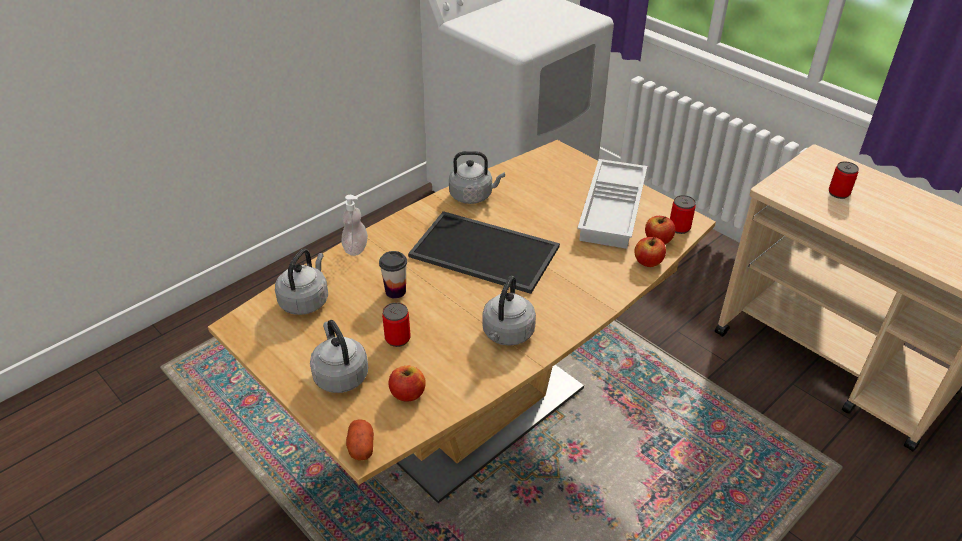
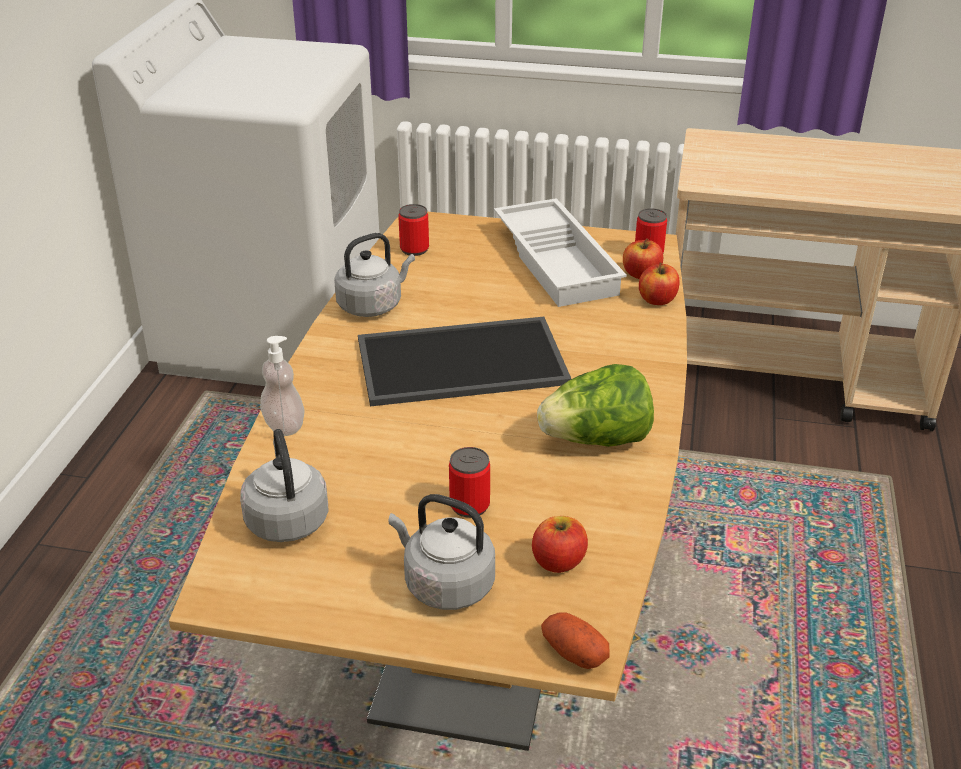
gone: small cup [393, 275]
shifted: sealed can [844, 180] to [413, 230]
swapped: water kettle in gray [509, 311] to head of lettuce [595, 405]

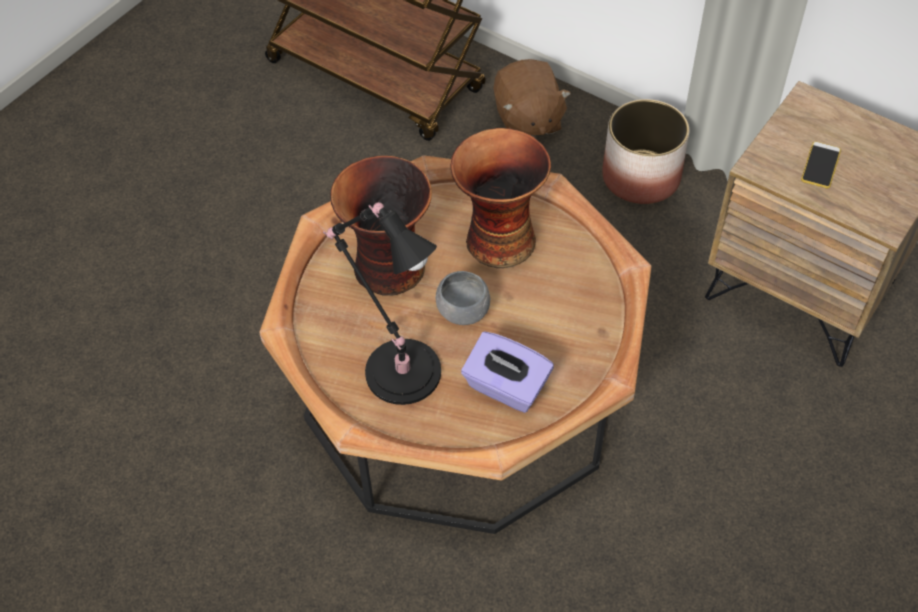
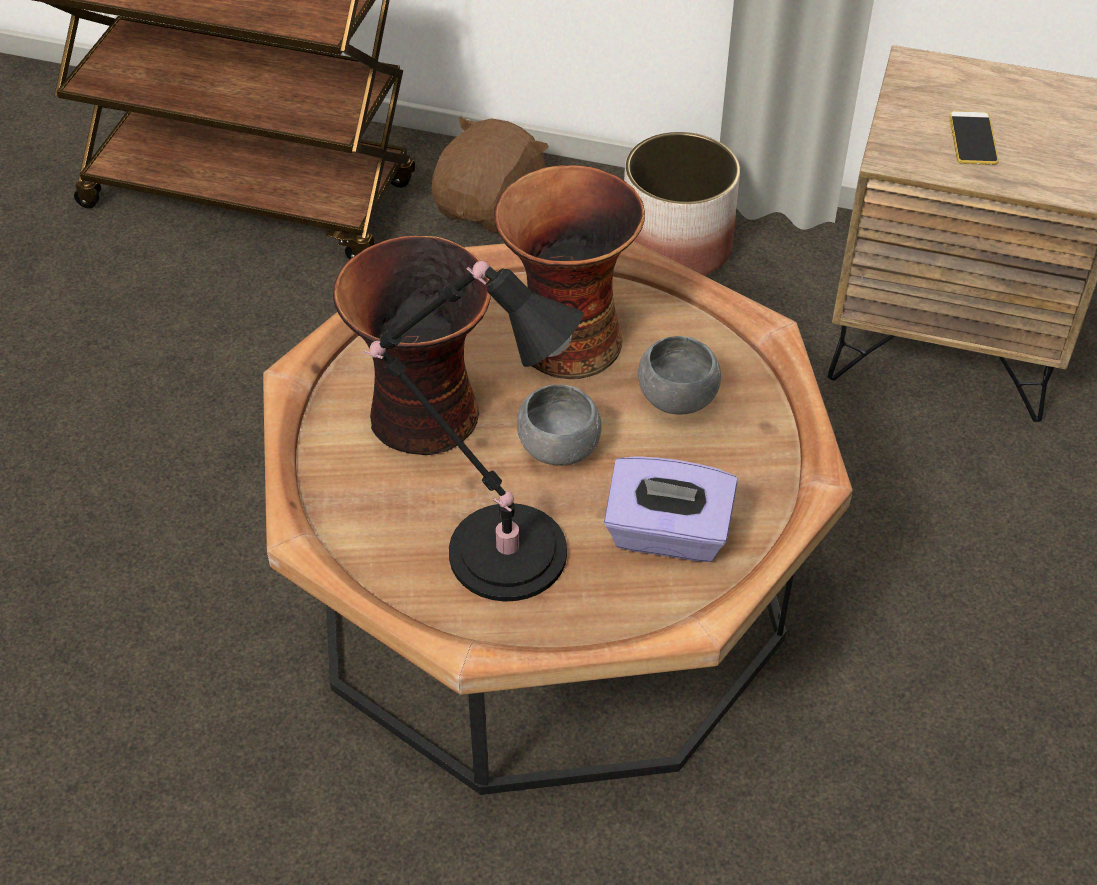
new: serving bowl in gray [679, 375]
rotated: cuddly toy in brownish [532, 97] = [490, 174] 120 degrees counterclockwise

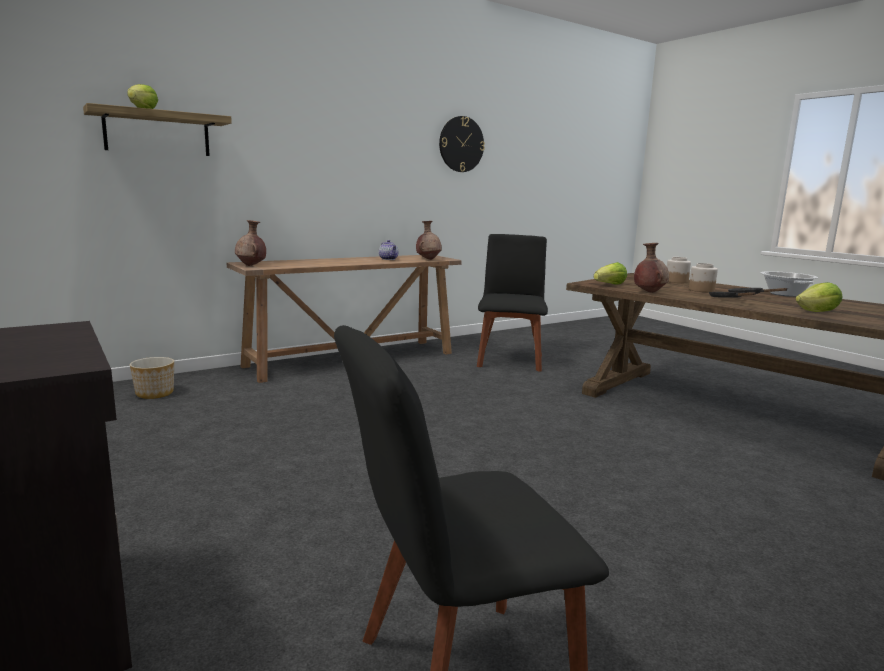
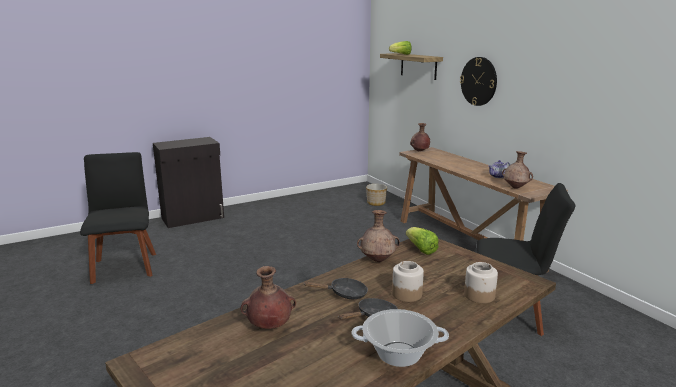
shifted: clock on the wall [462, 144] to [478, 81]
swapped: head of lettuce [819, 297] to decorative vase in brownish [268, 297]

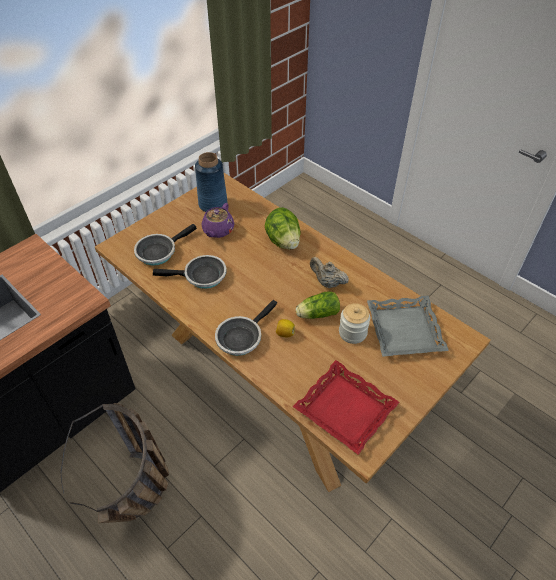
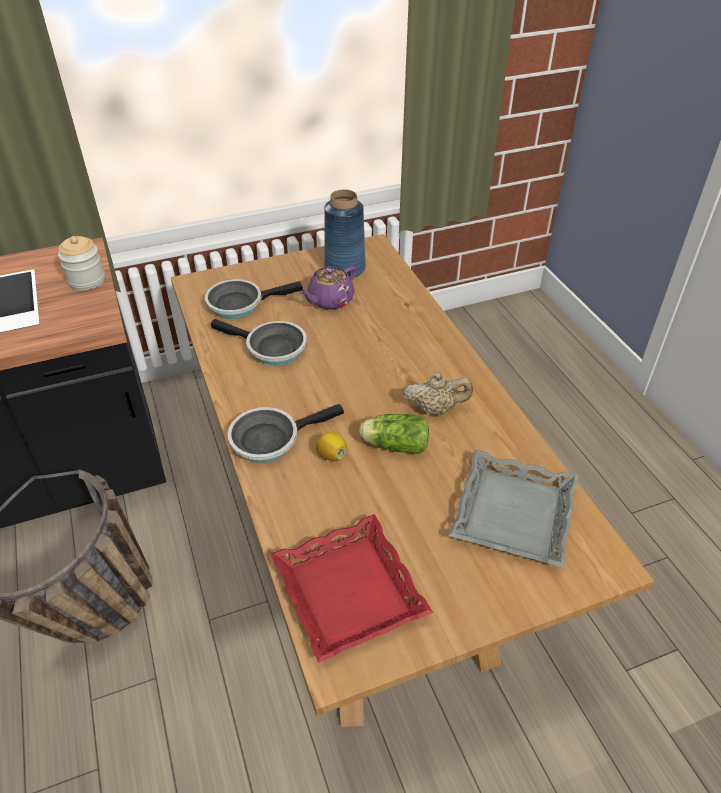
gone: head of lettuce [283, 228]
shifted: preserve jar [354, 323] to [81, 263]
rotated: tea pot in beige [329, 272] = [438, 393] 120 degrees clockwise

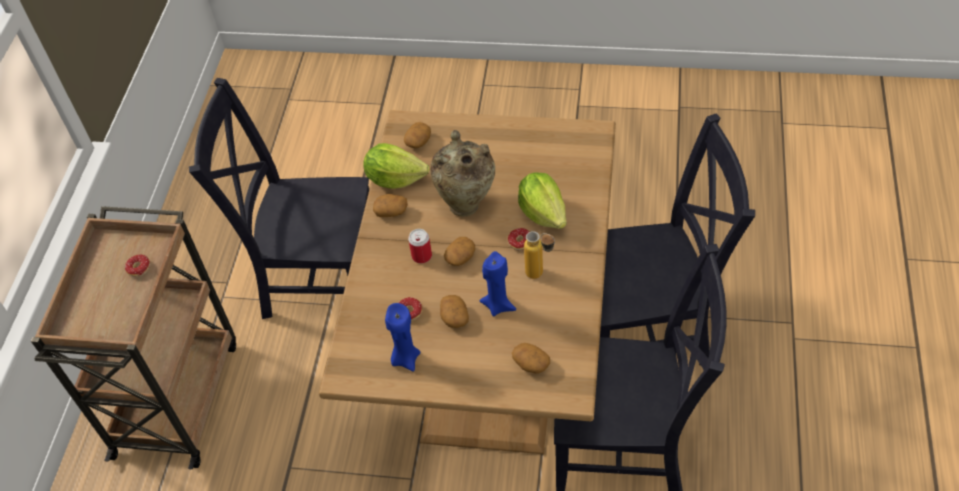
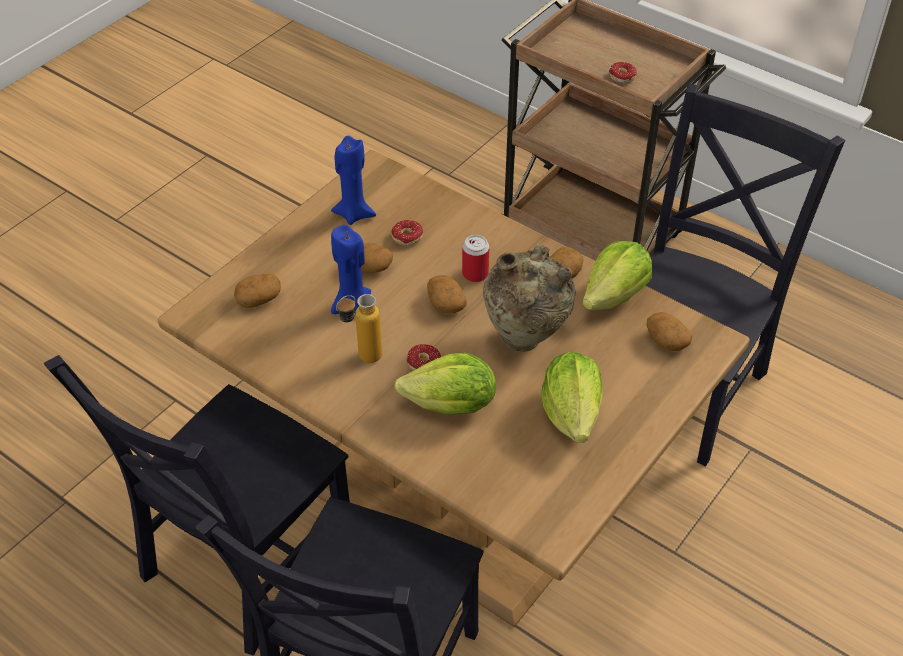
new: head of lettuce [572, 397]

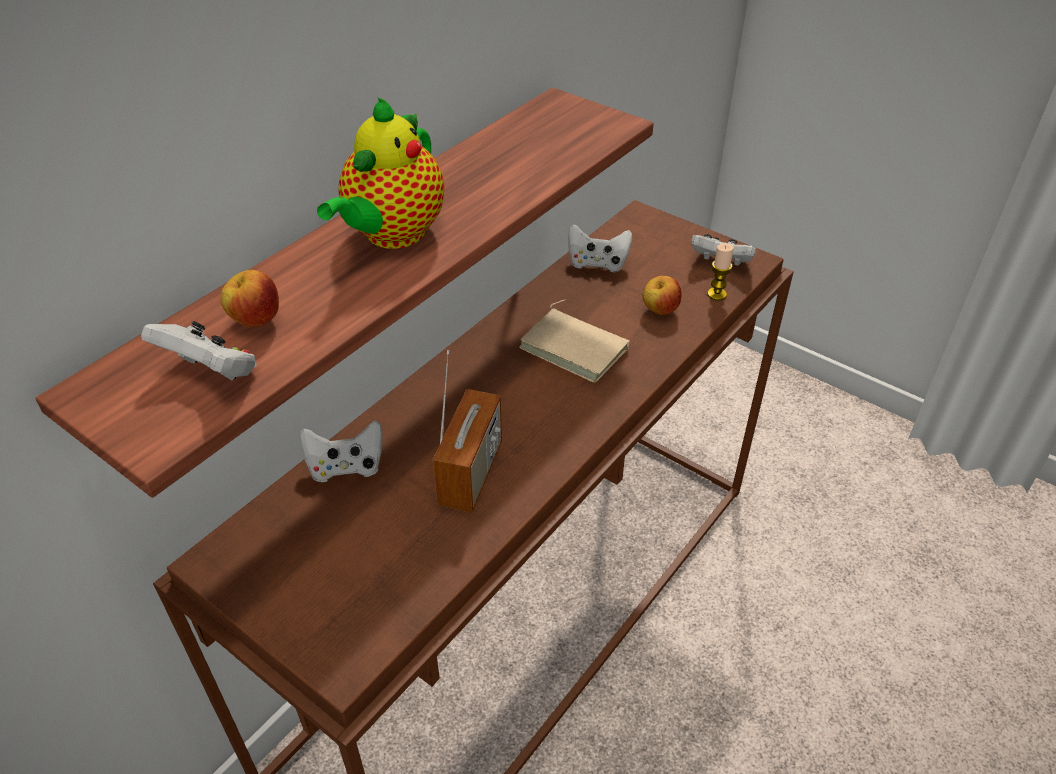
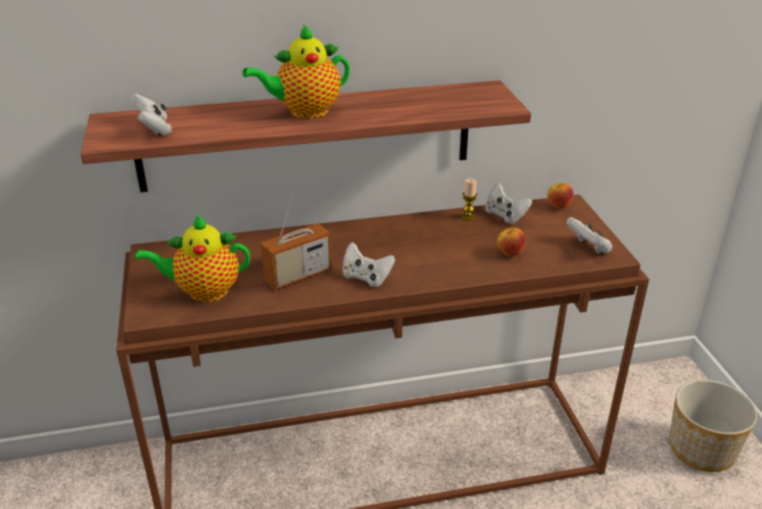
gone: book in beige [574, 341]
new: tea pot [192, 258]; plant pot [713, 425]
shifted: wax light [720, 272] to [469, 200]; apple fruit [250, 299] to [560, 195]; game controller in white-coloured [341, 451] to [369, 264]

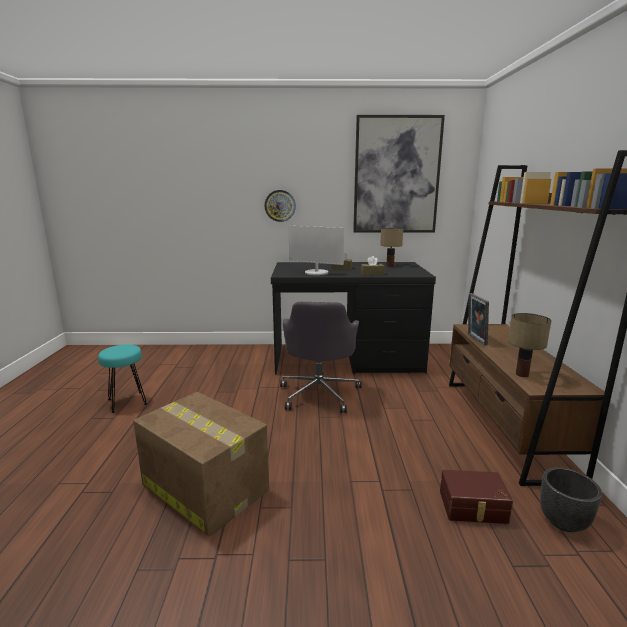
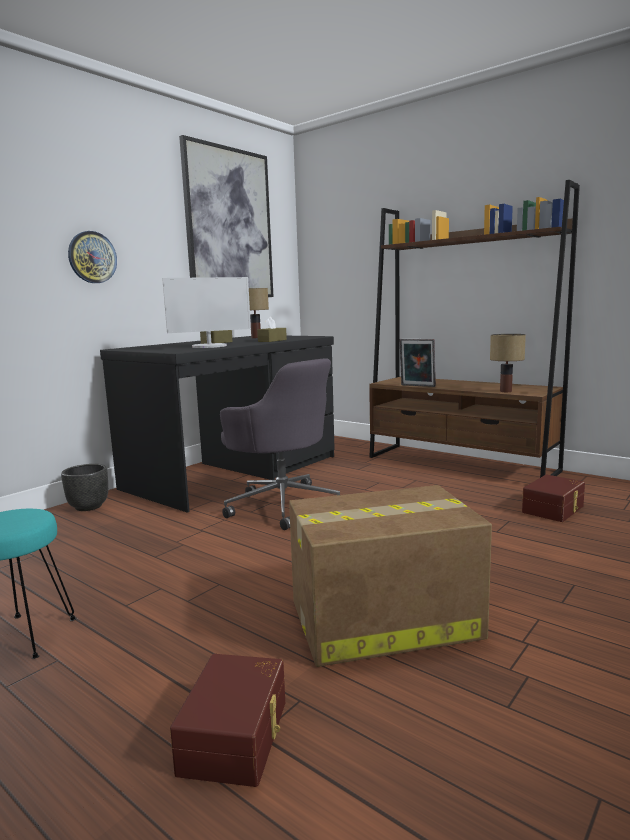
new: storage box in brownish [227, 720]
shifted: plant pot in black [571, 499] to [84, 487]

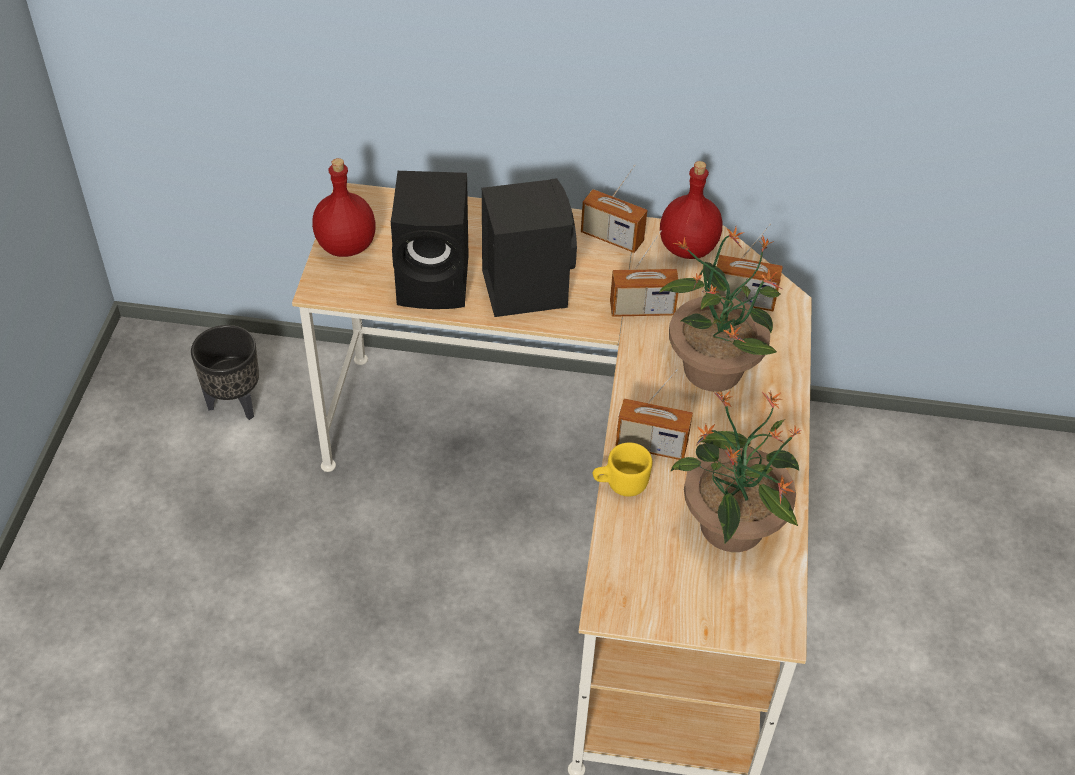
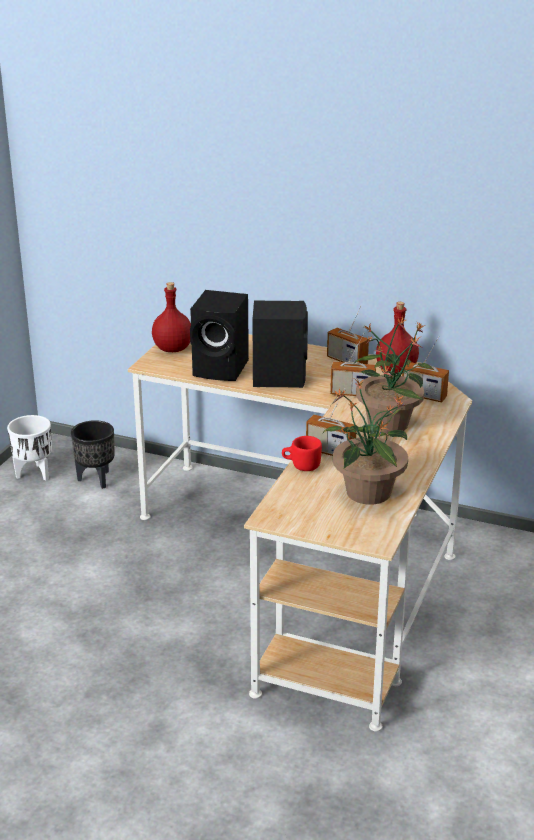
new: plant pot in white-coloured [29, 447]
repainted: tea mug in yellow [622, 469] to tea mug in reddish [302, 453]

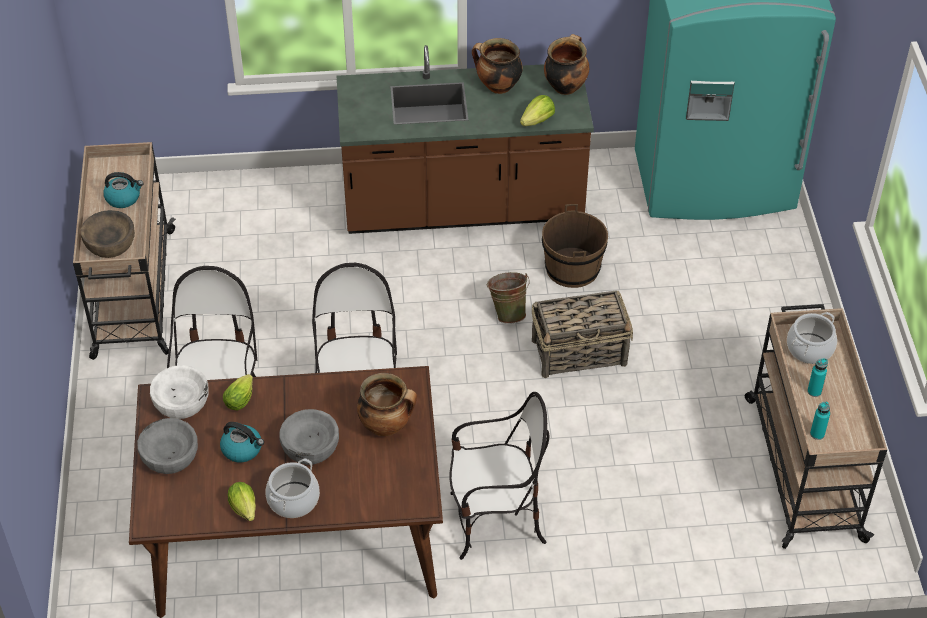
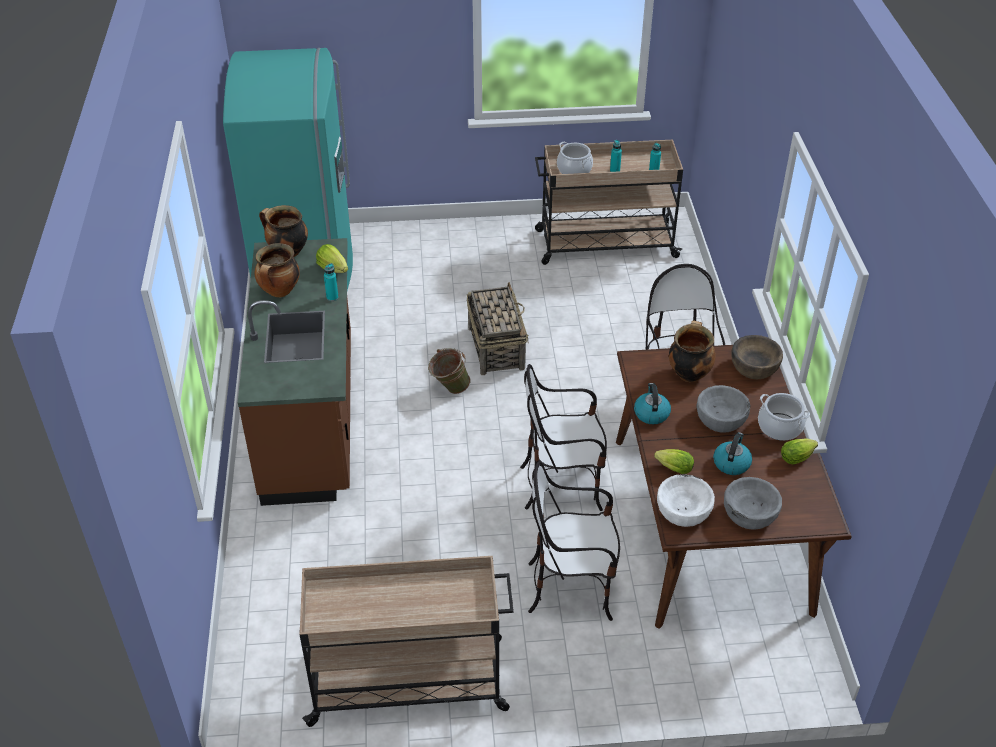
gone: pail in brownish [575, 246]
new: drink bottle in turquoise [331, 282]
shifted: water kettle [123, 190] to [652, 403]; serving bowl in brownish [108, 234] to [757, 357]

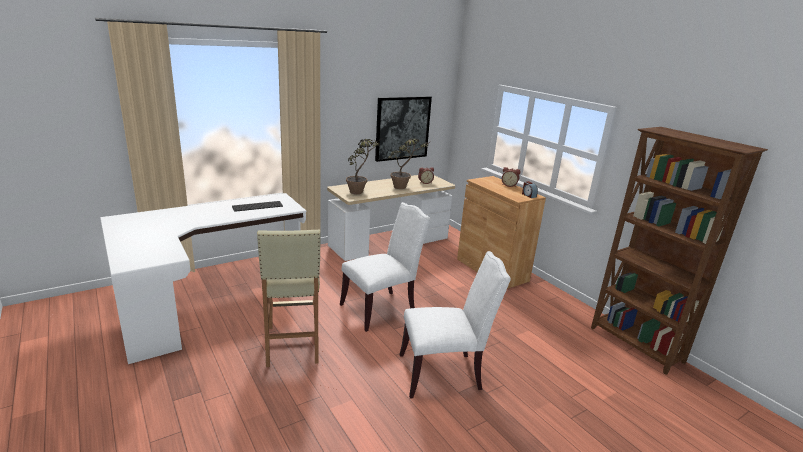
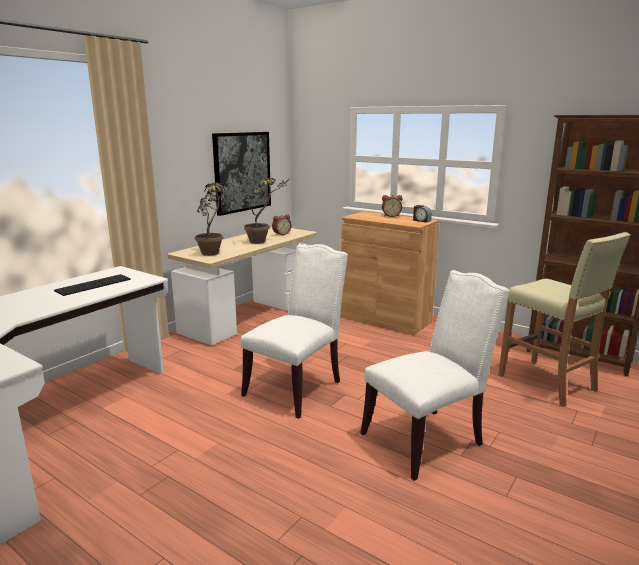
shifted: stool in beige [288, 298] to [564, 319]

